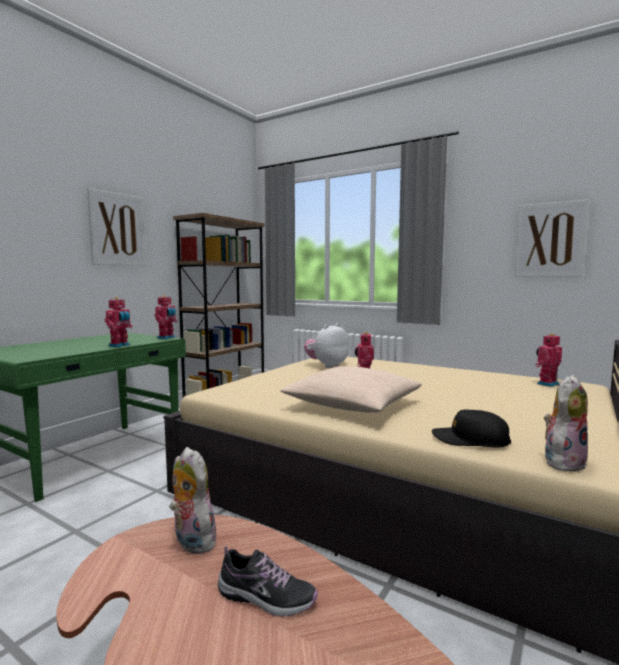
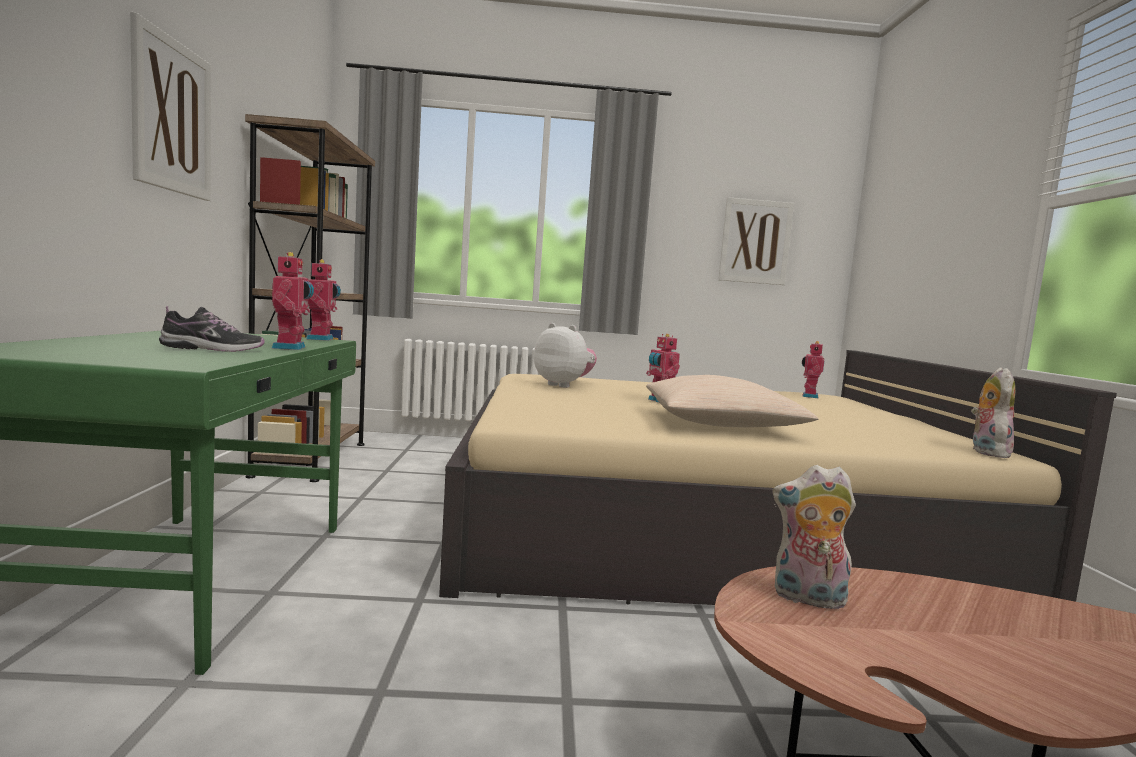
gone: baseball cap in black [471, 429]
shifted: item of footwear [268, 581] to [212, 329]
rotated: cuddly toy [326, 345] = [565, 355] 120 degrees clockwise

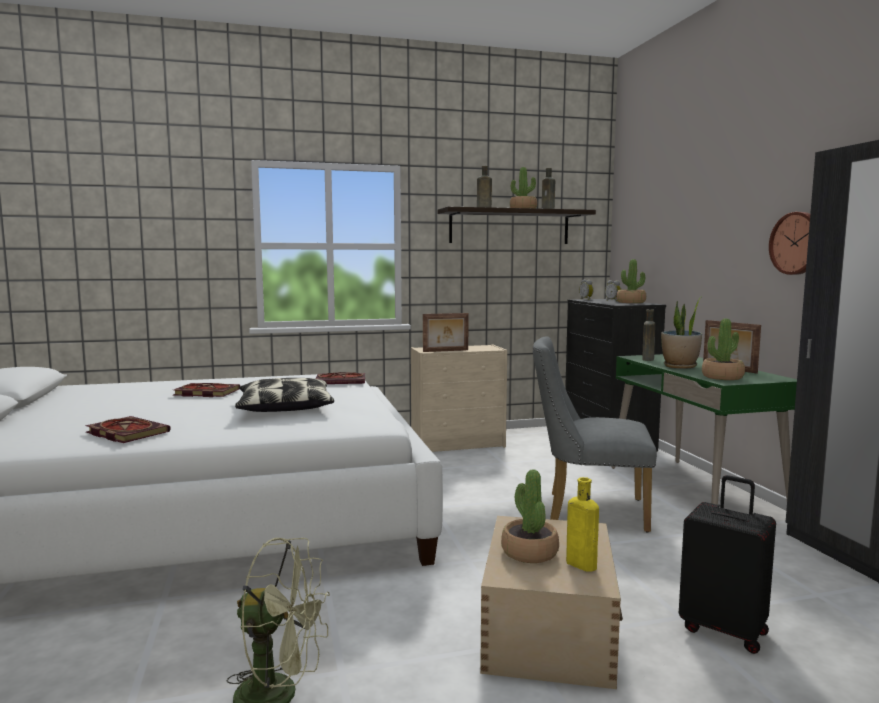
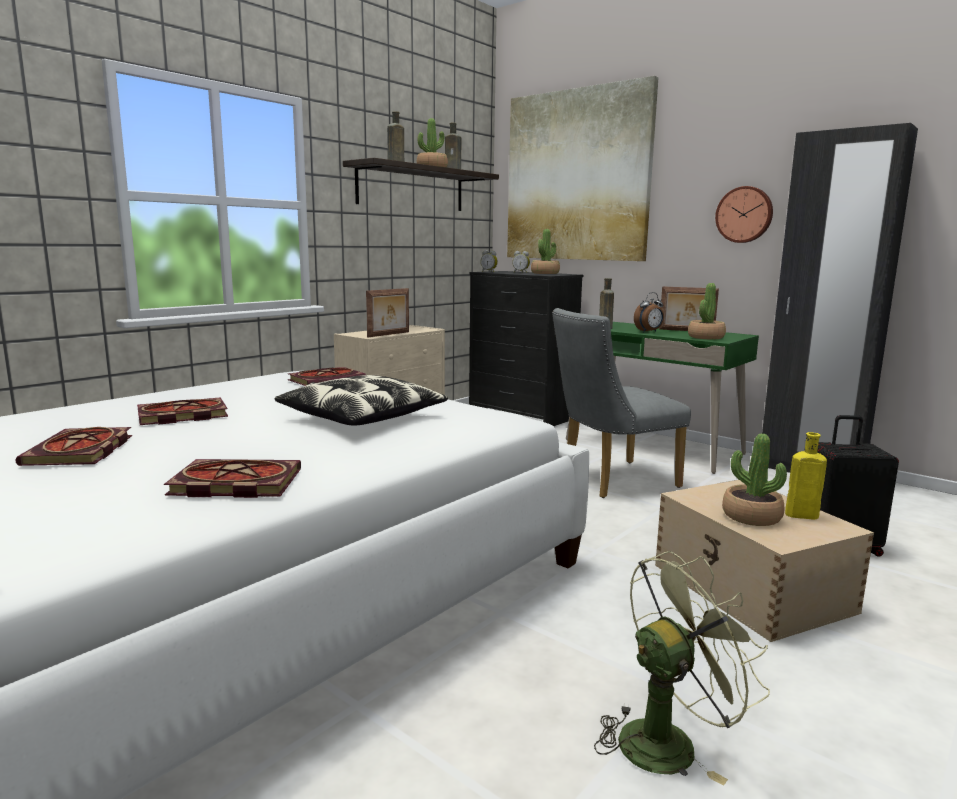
new: wall art [582, 168]; book [73, 446]
swapped: plant in a pot [681, 332] to bedside clock [649, 312]

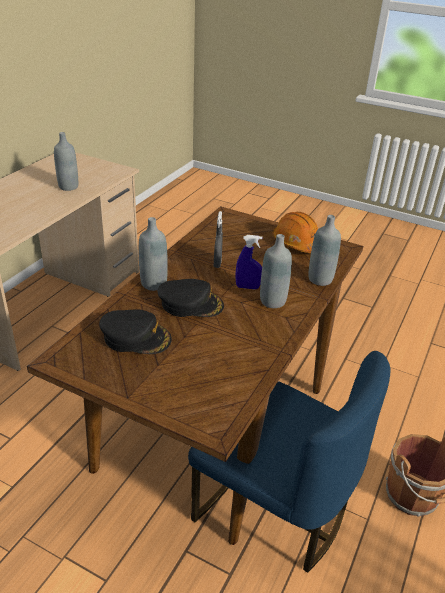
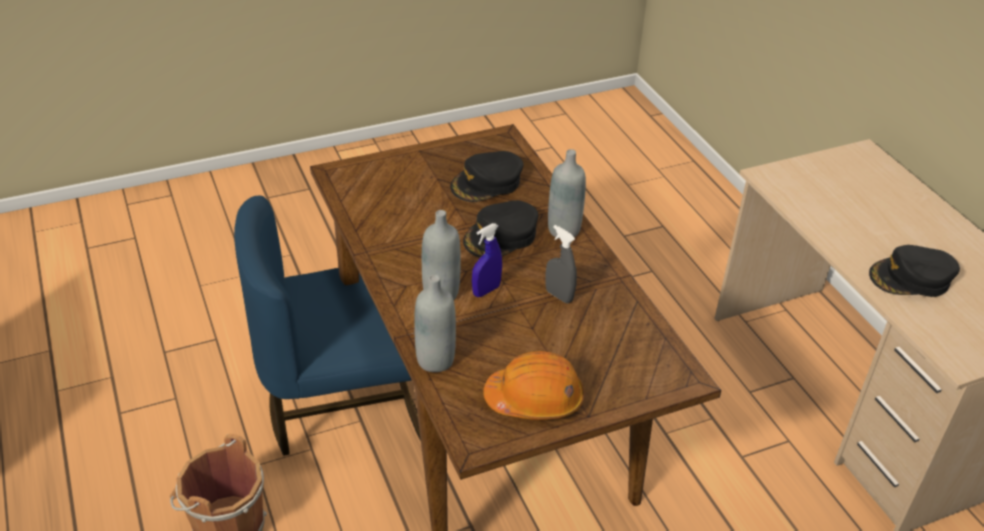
swapped: drink bottle in gray [66, 161] to baseball cap in black [914, 271]

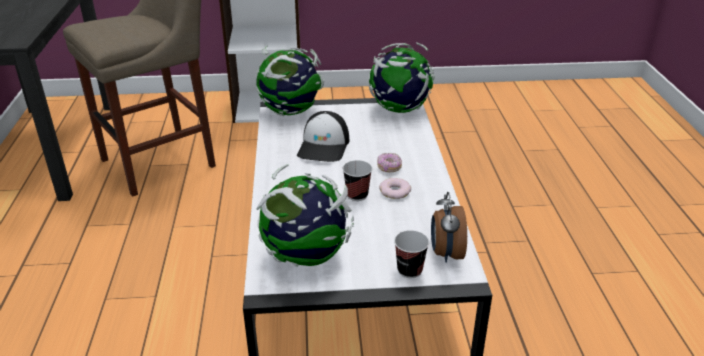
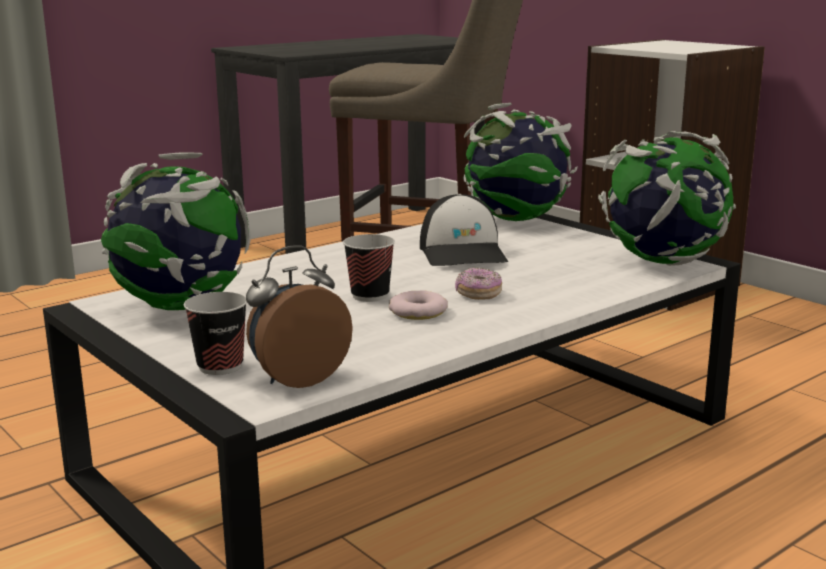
rotated: baseball cap [323, 136] = [464, 230] 75 degrees counterclockwise

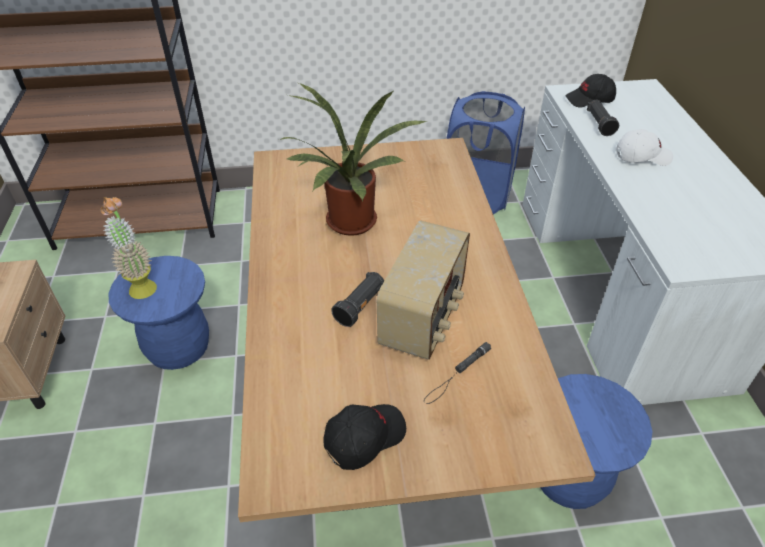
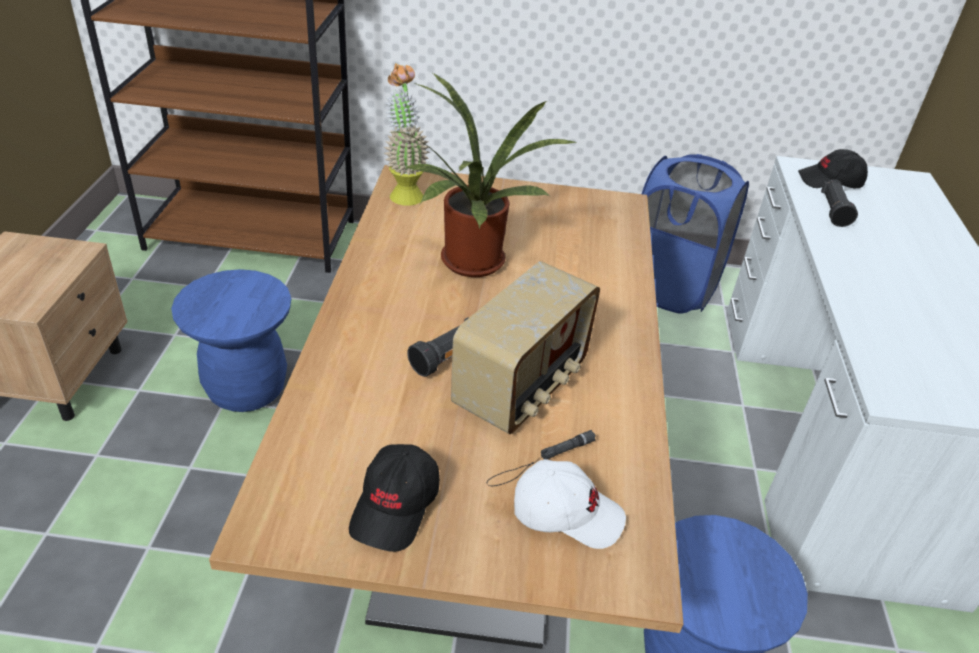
shifted: baseball cap in white-coloured [644, 147] to [570, 504]; plant in a pot [129, 248] to [407, 134]
rotated: baseball cap in black [365, 437] = [394, 498] 135 degrees clockwise

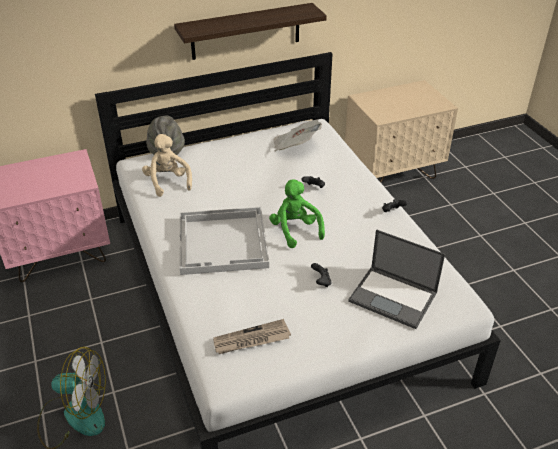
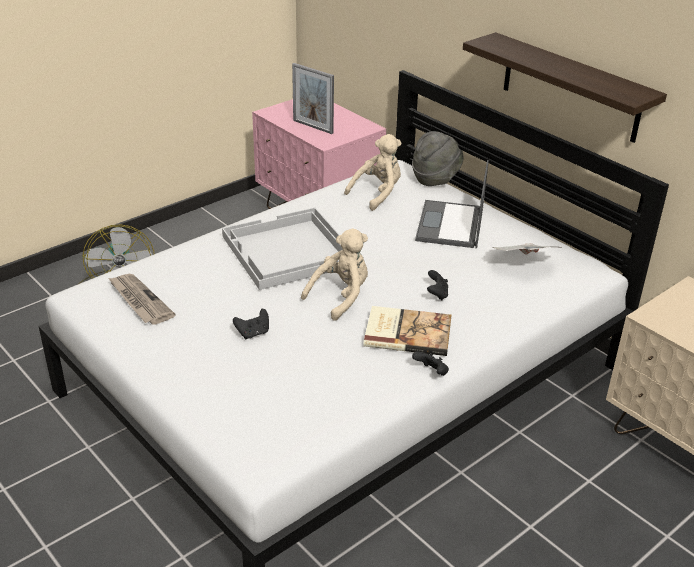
new: photo frame [313, 98]; book [407, 331]
shifted: notebook computer [396, 279] to [452, 204]
repainted: cuddly toy in green-coloured [297, 213] to cuddly toy in beige [334, 274]

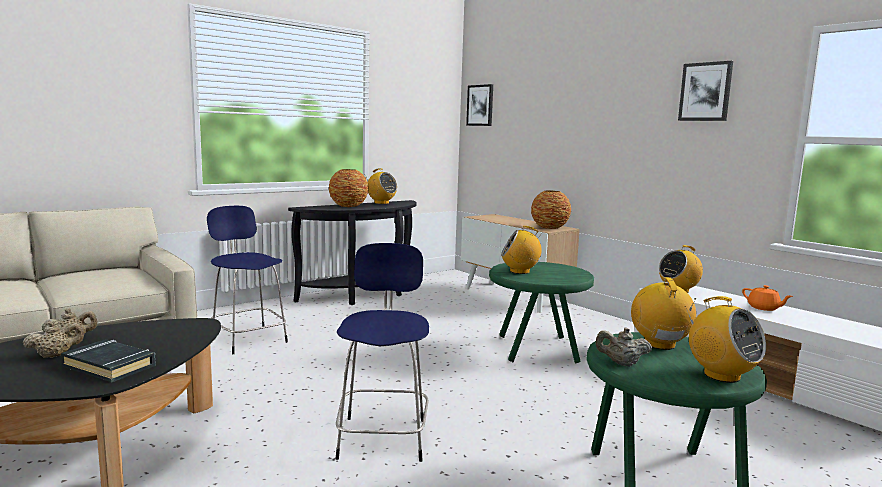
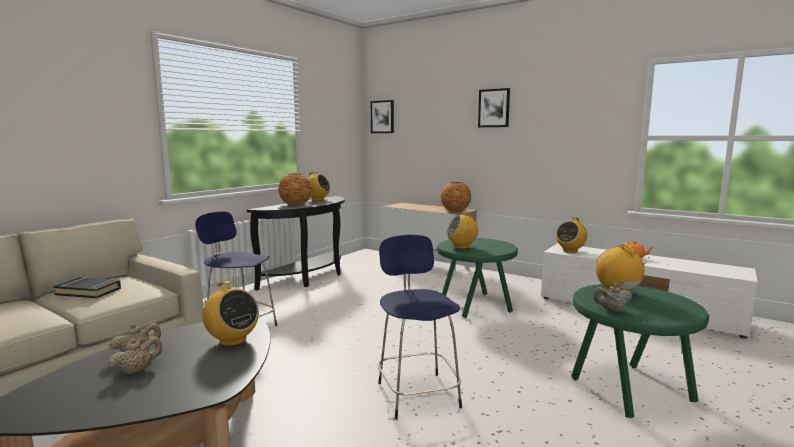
shifted: wall art [705, 91] to [494, 107]; radio set [725, 339] to [230, 314]; book in black [108, 360] to [87, 287]

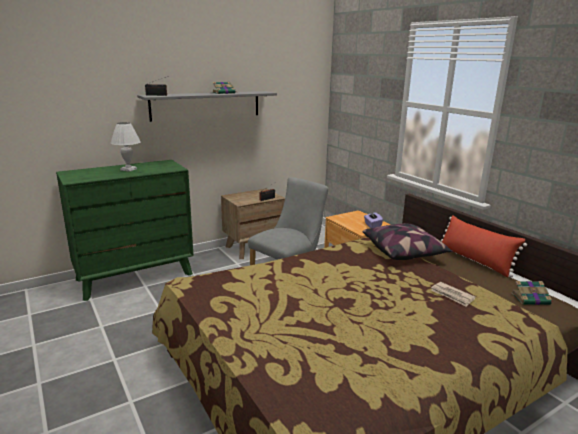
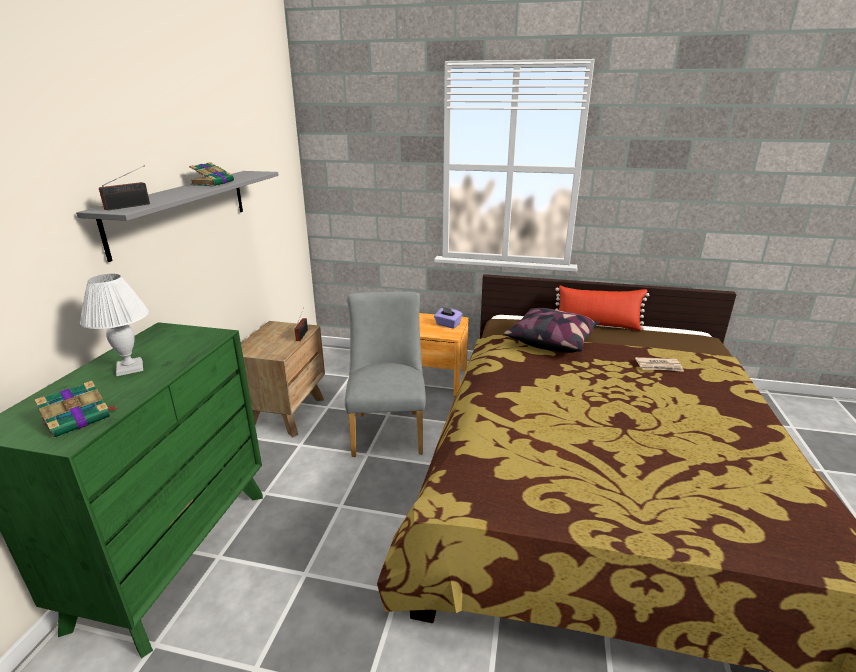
shifted: book [532, 293] to [76, 409]

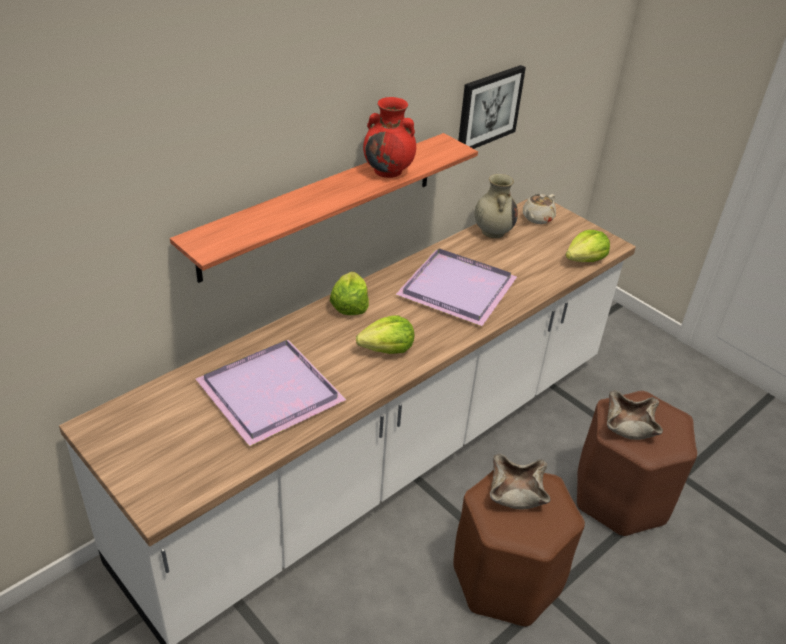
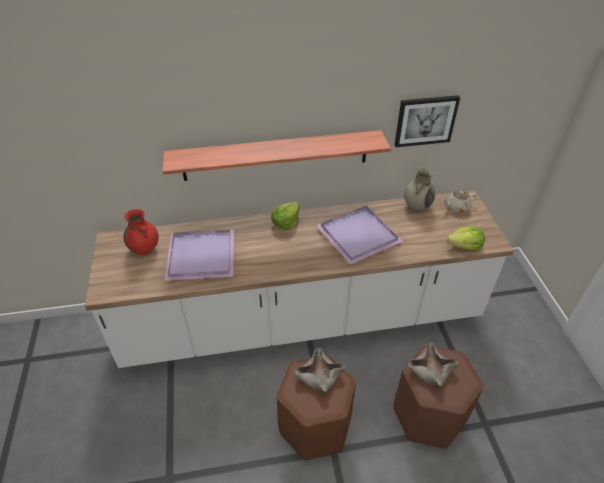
gone: head of lettuce [385, 335]
shifted: decorative vase in reddish [389, 137] to [141, 232]

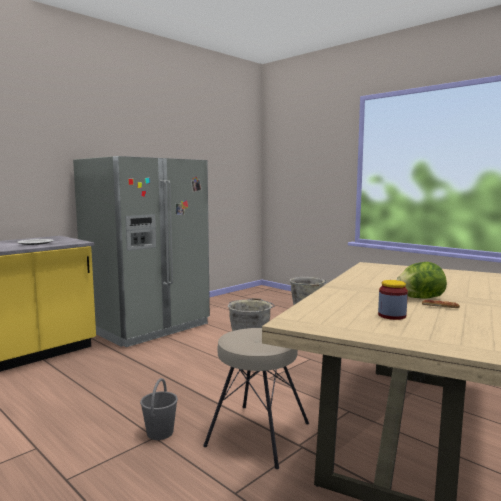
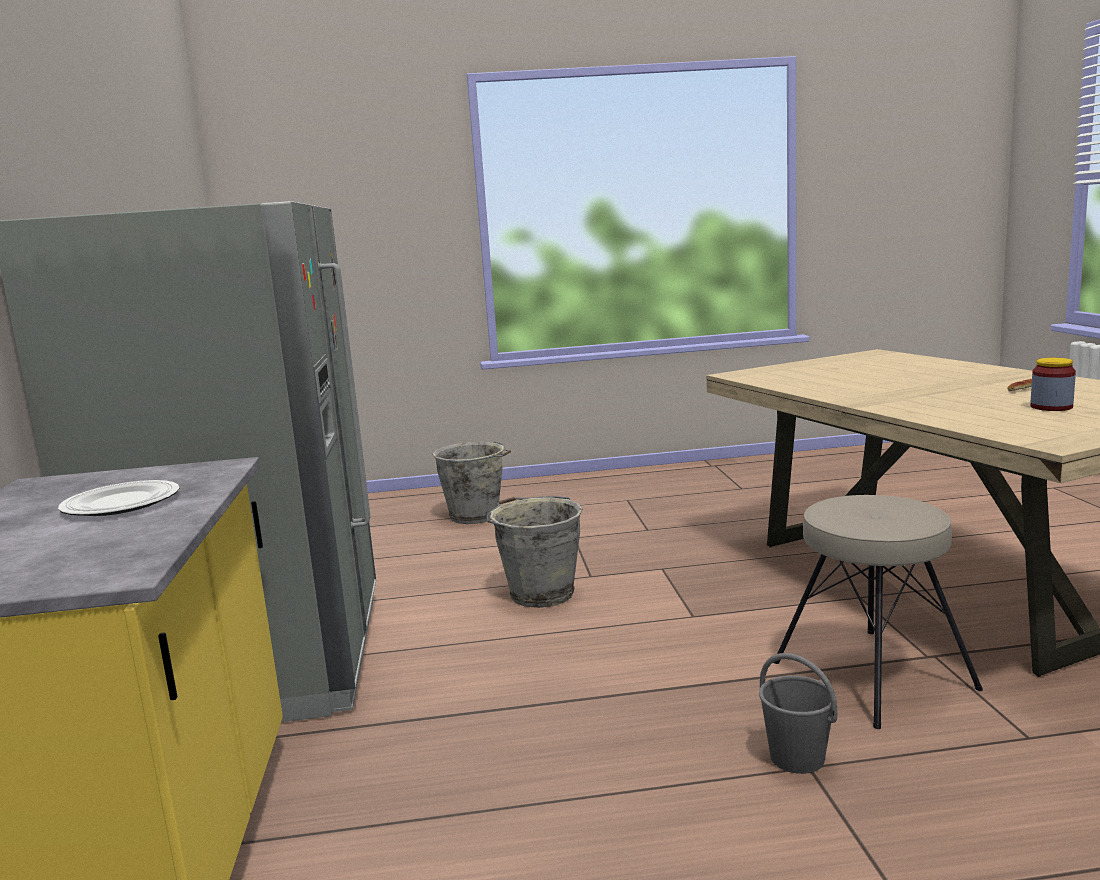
gone: head of lettuce [422, 280]

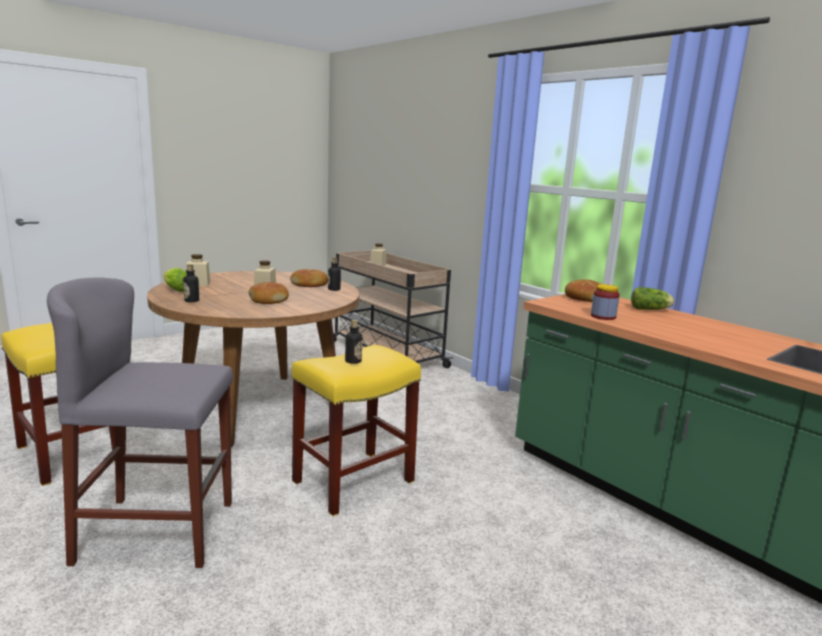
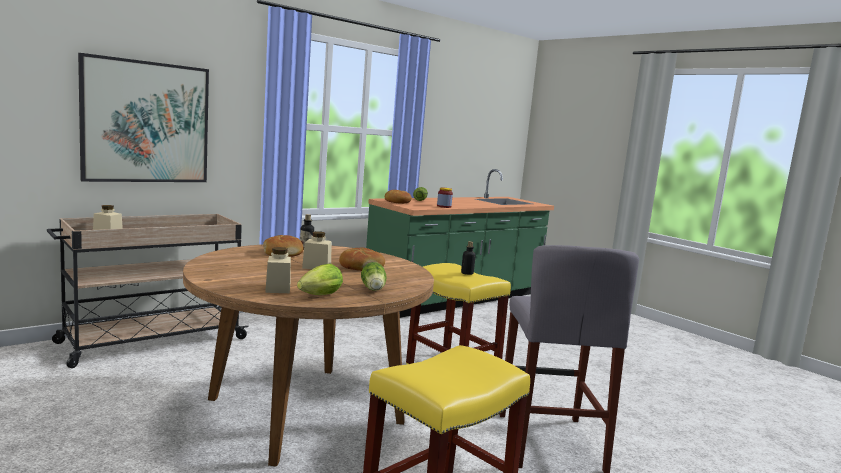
new: wall art [143, 117]
swapped: drink bottle [191, 283] to head of lettuce [374, 276]

